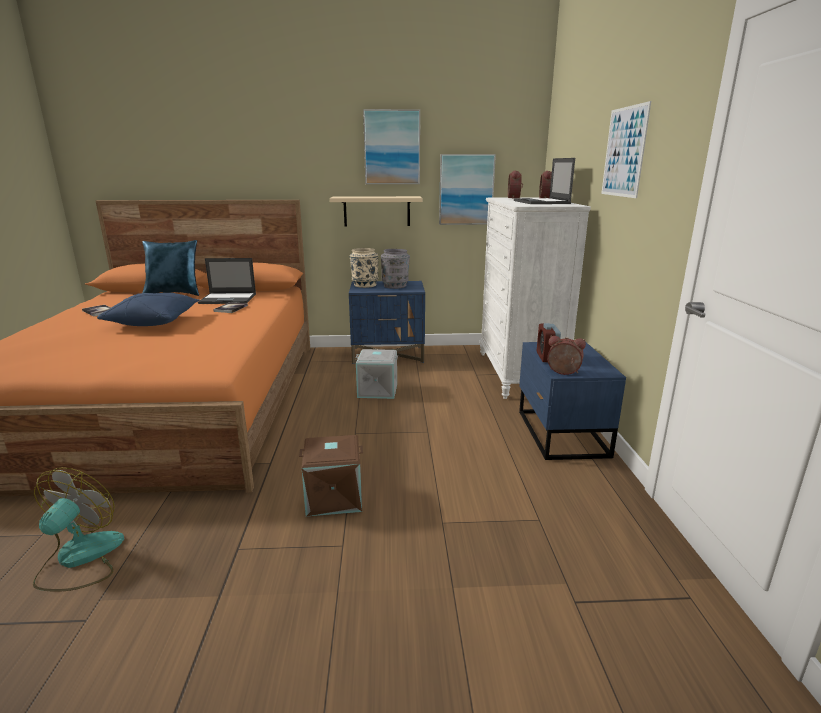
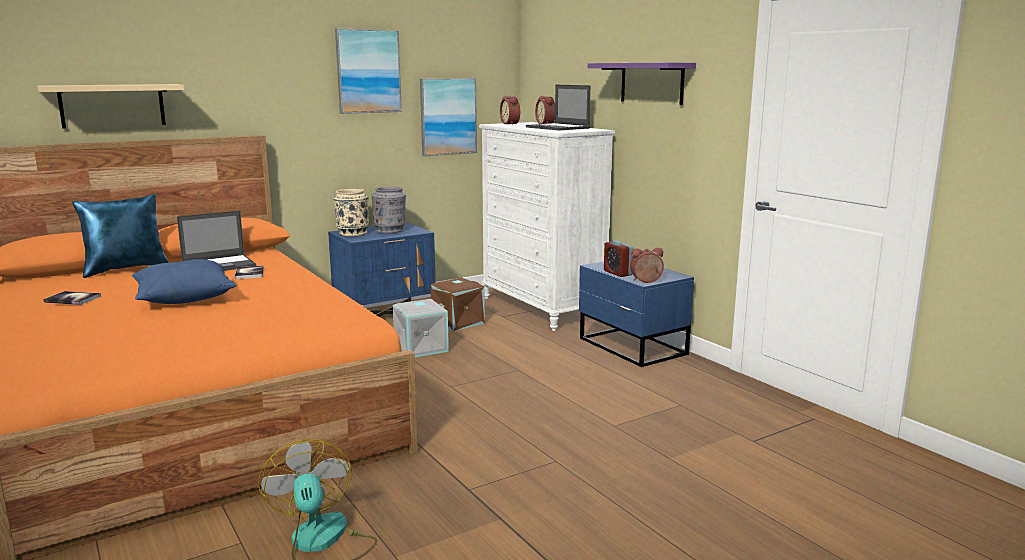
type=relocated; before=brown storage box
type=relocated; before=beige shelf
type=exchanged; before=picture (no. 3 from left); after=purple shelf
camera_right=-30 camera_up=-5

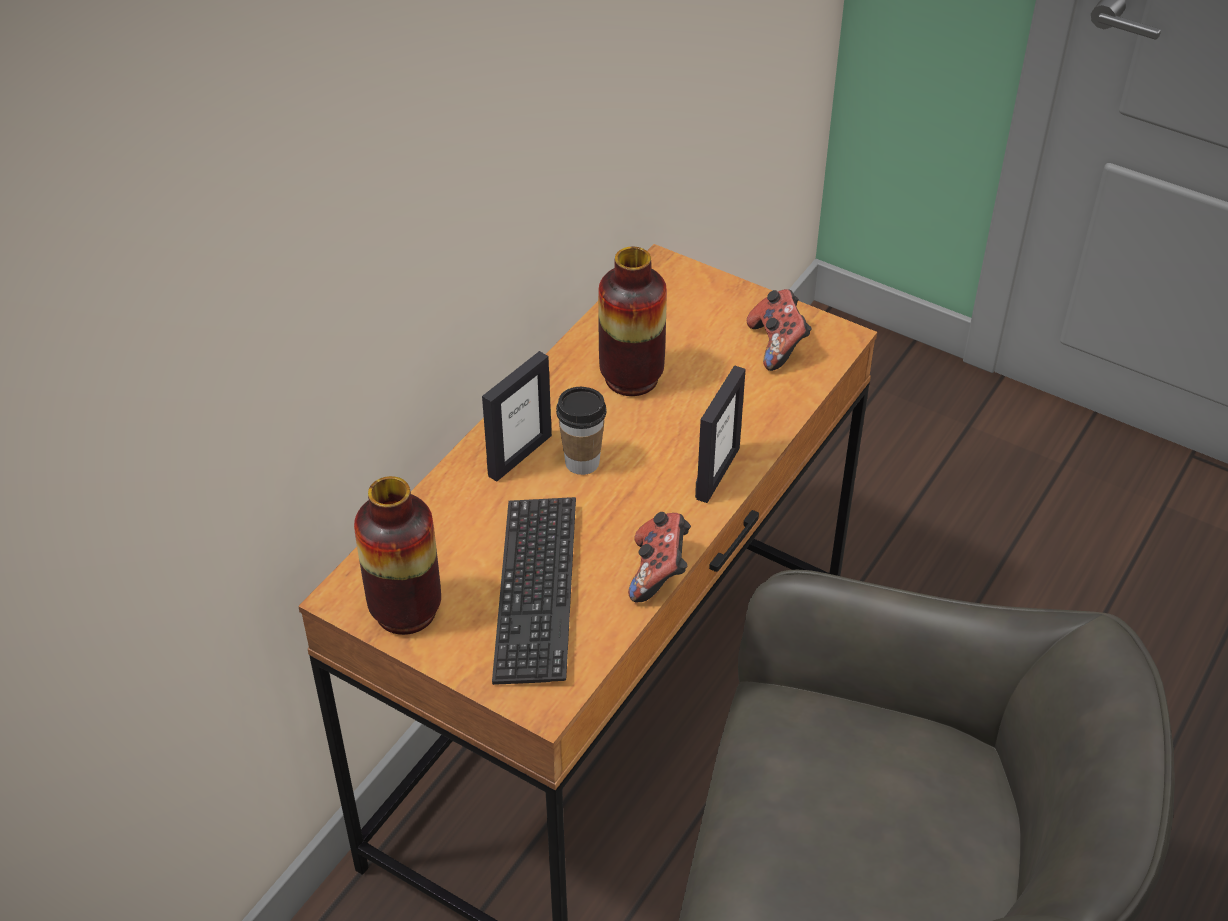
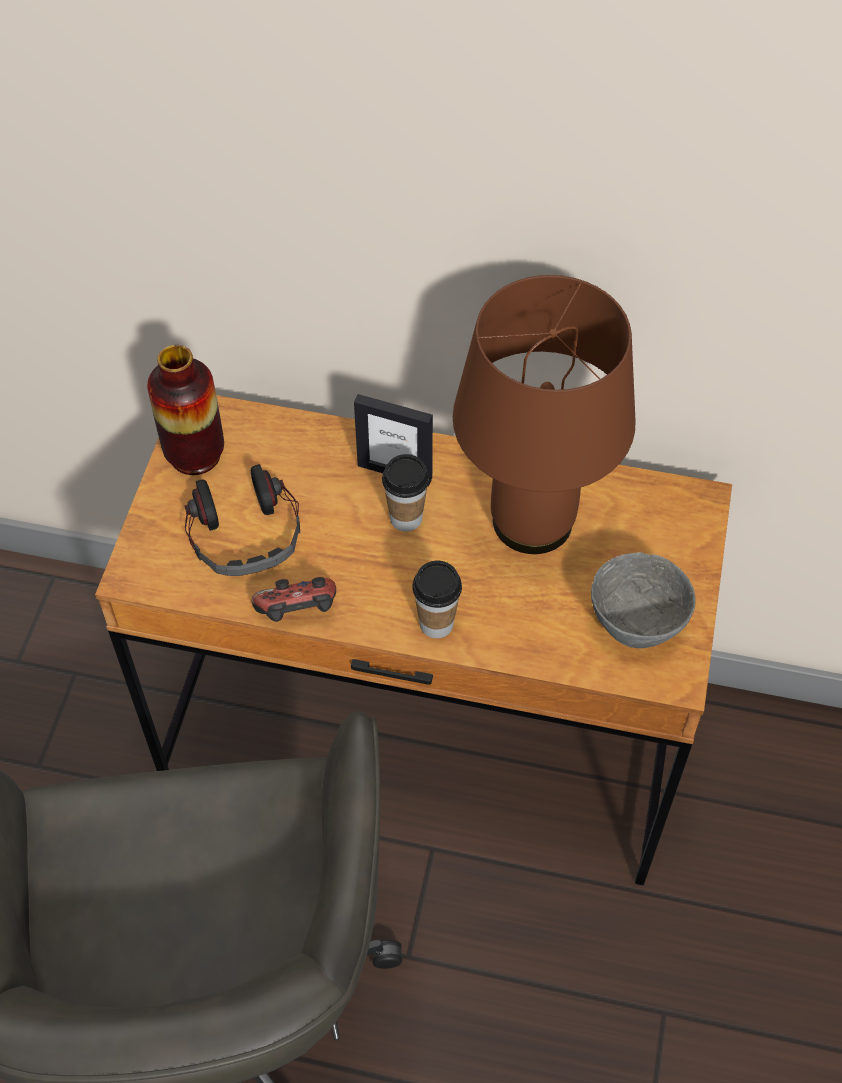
type=exchanged; before=keyboard; after=headphones
type=exchanged; before=vase (no. 2 from left); after=brown table lamp
type=exchanged; before=picture frame (no. 2 from left); after=cup (no. 2 from left)
type=exchanged; before=game controller (no. 2 from left); after=grey bowl
camera_right=70 camera_up=10

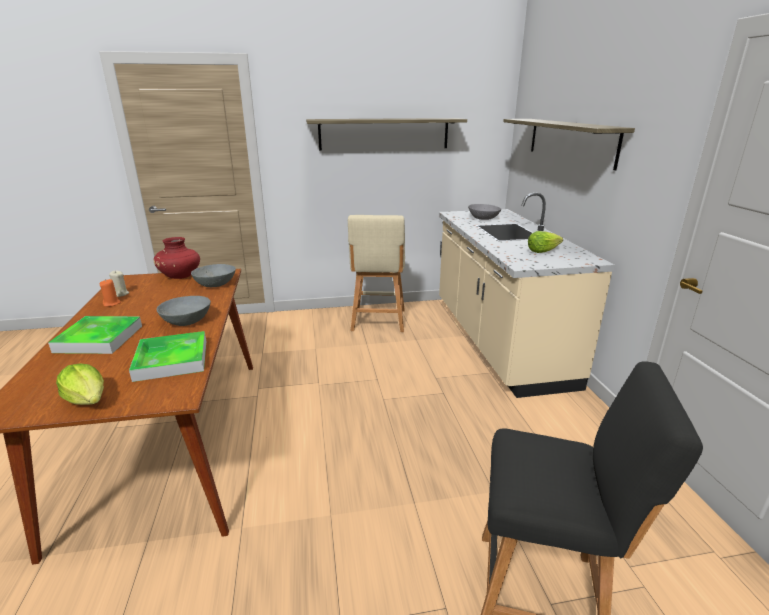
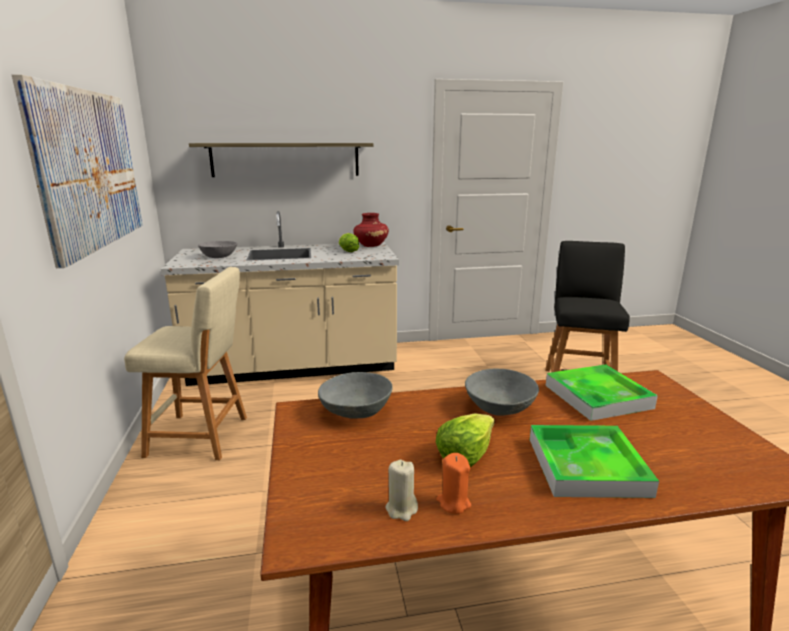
type=relocated; before=lettuce (no. 1 from left in the first image); after=lettuce (no. 2 from left)
type=relocated; before=red vase
type=exchanged; before=shelf (no. 1 from left); after=picture
camera_right=-90 camera_up=-5

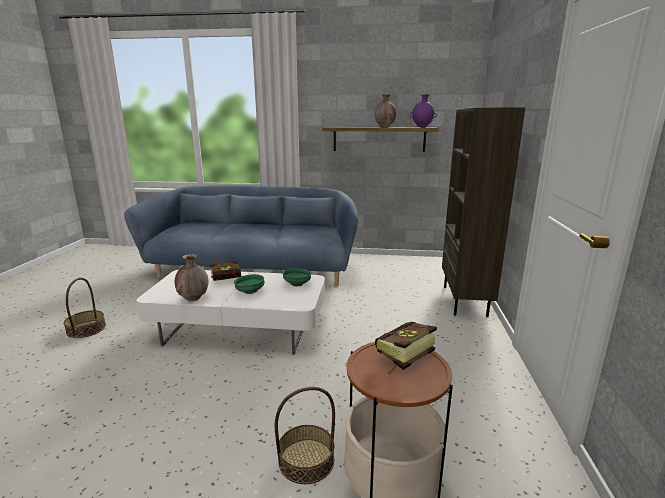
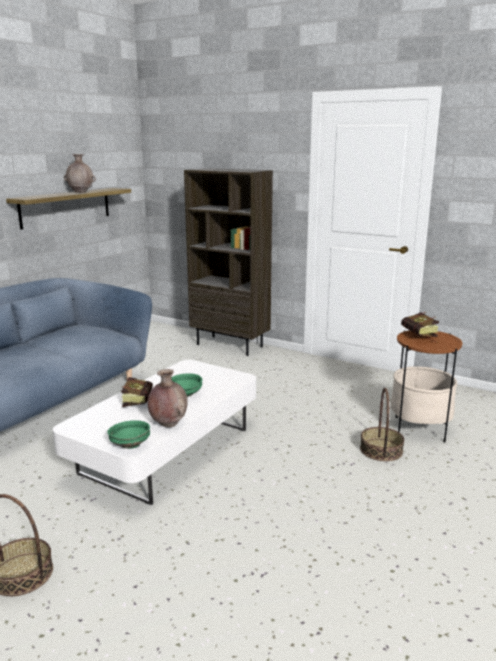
type=relocated; before=green bowl (no. 2 from left in the first image); after=green bowl (no. 1 from left)
type=missing; before=purple vase
camera_right=-65 camera_up=0

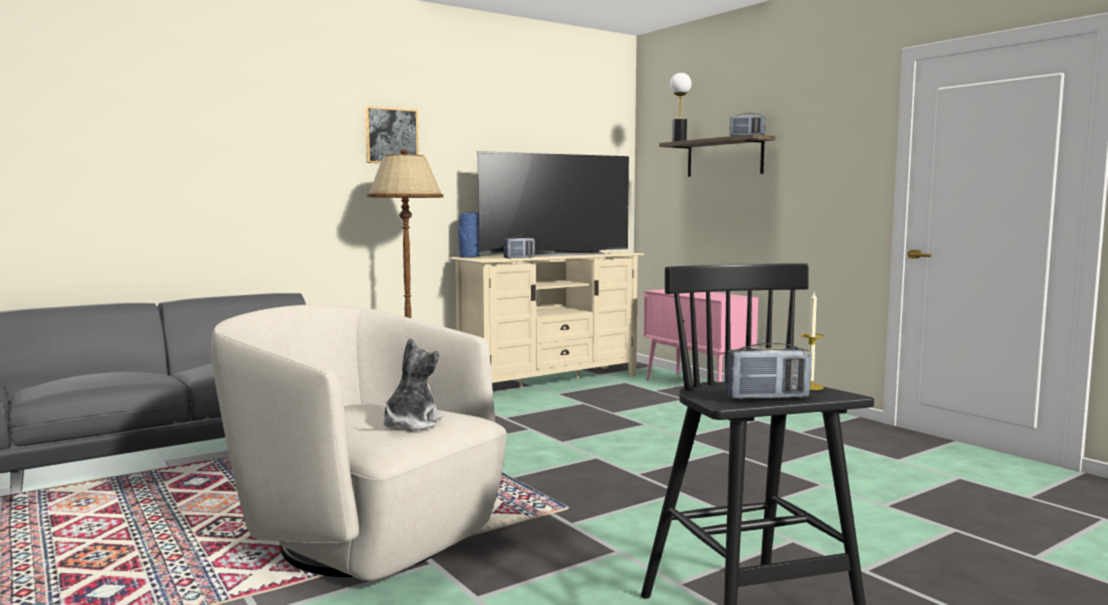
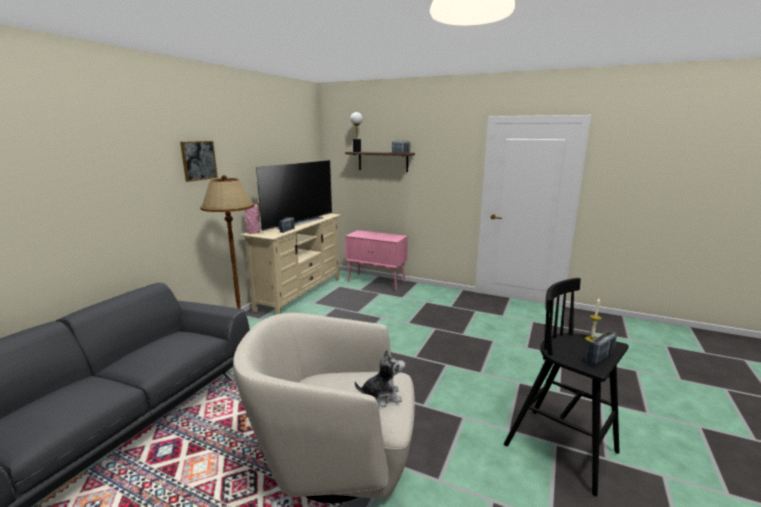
type=spun; before=plush toy; turn=90
type=colour; before=blue vase; after=pink vase
camera_right=-30 camera_up=10

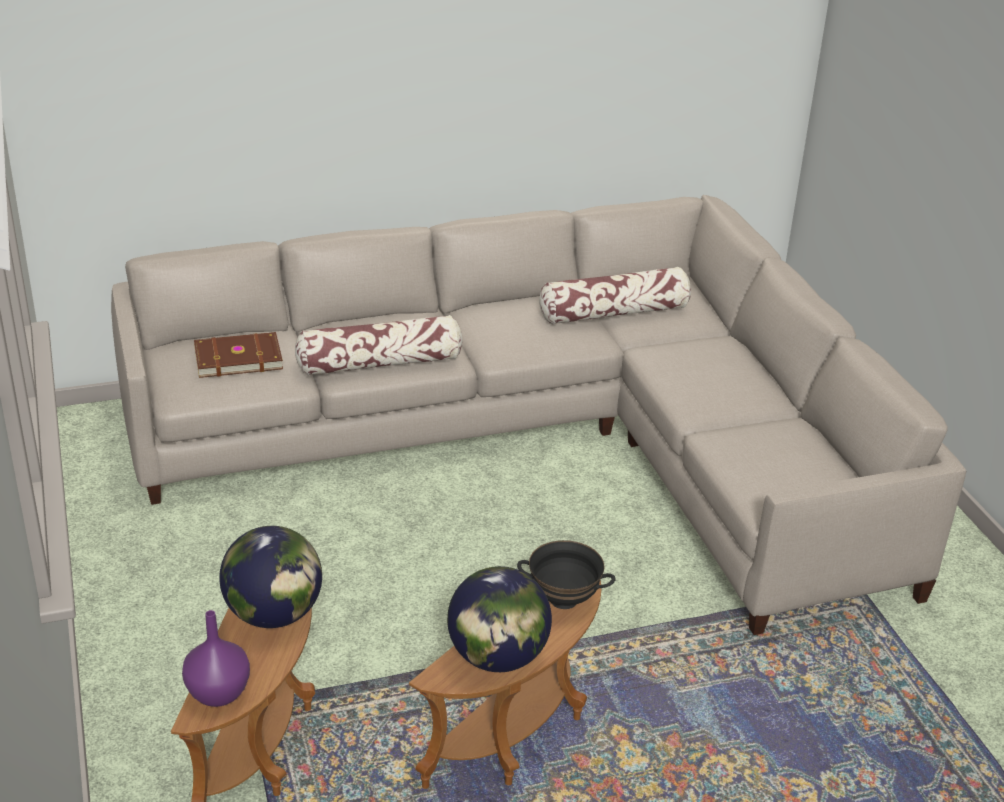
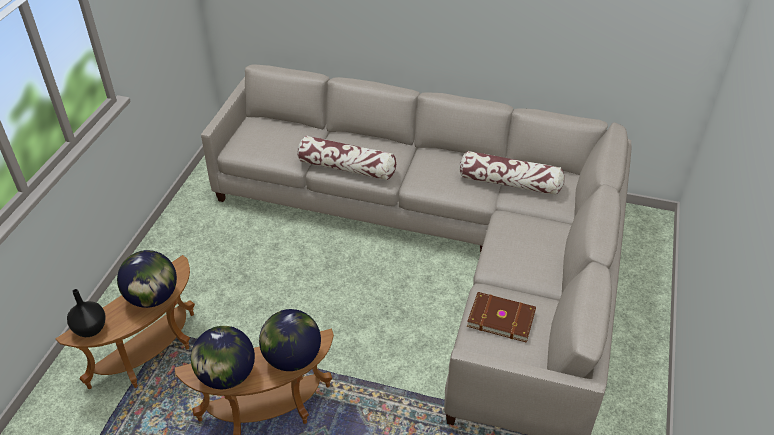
type=colour; before=purple vase; after=black vase
type=relocated; before=brown book
type=exchanged; before=black bowl; after=globe (no. 3 from left)
camera_right=35 camera_up=10

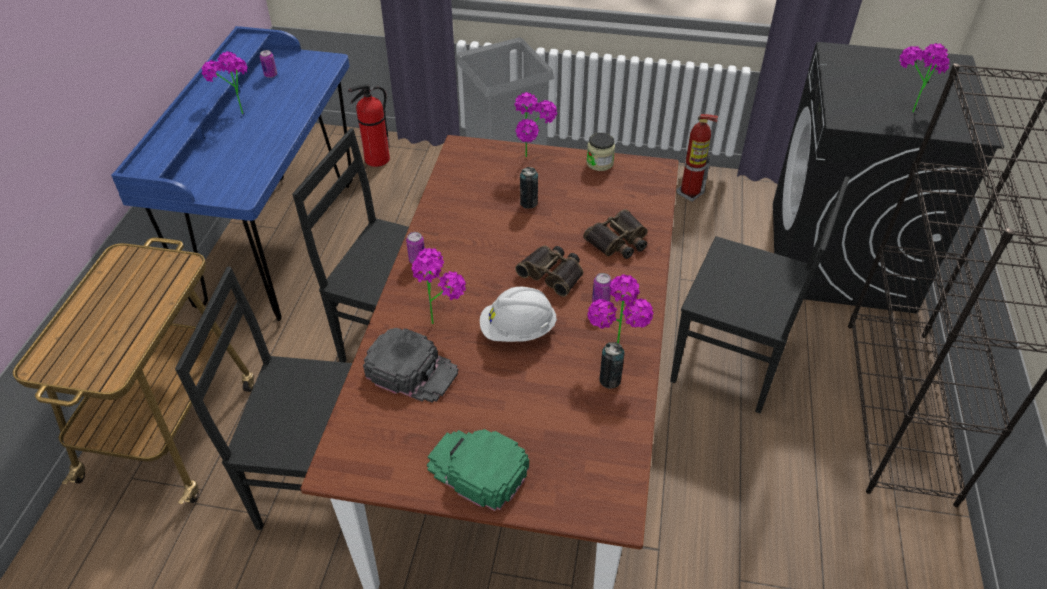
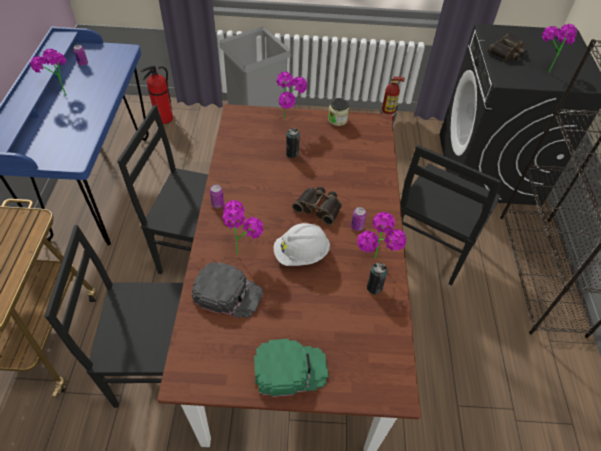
type=spun; before=green cap; turn=150
type=relocated; before=binoculars (no. 2 from left)
type=spun; before=black chair (no. 3 from left); turn=105
camera_right=-10 camera_up=5

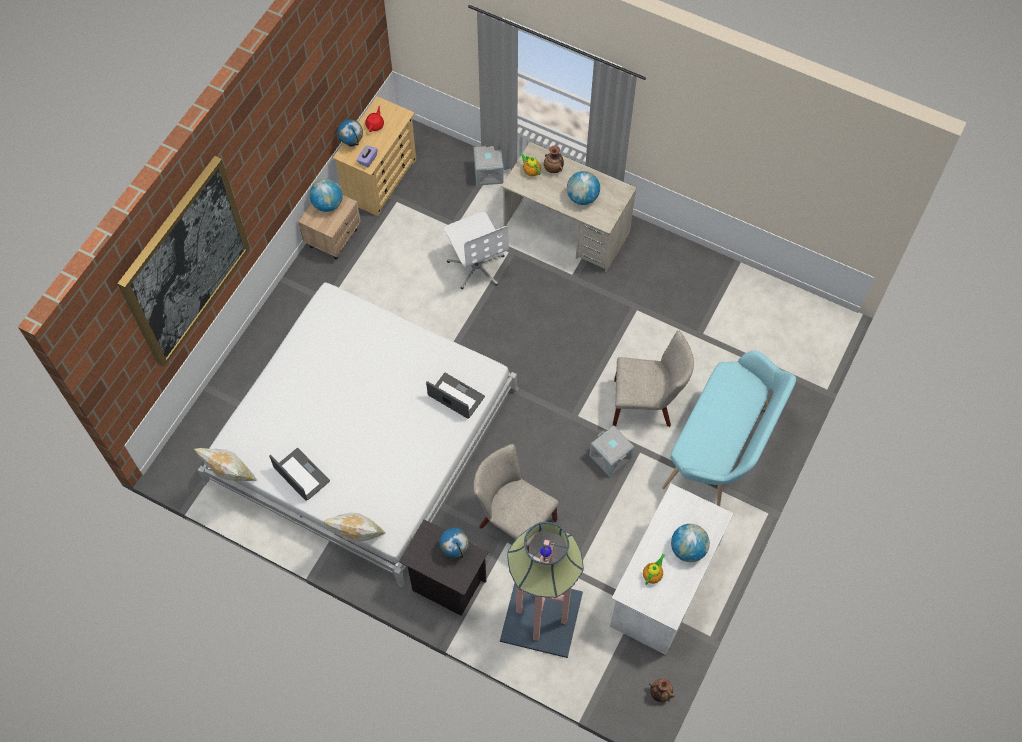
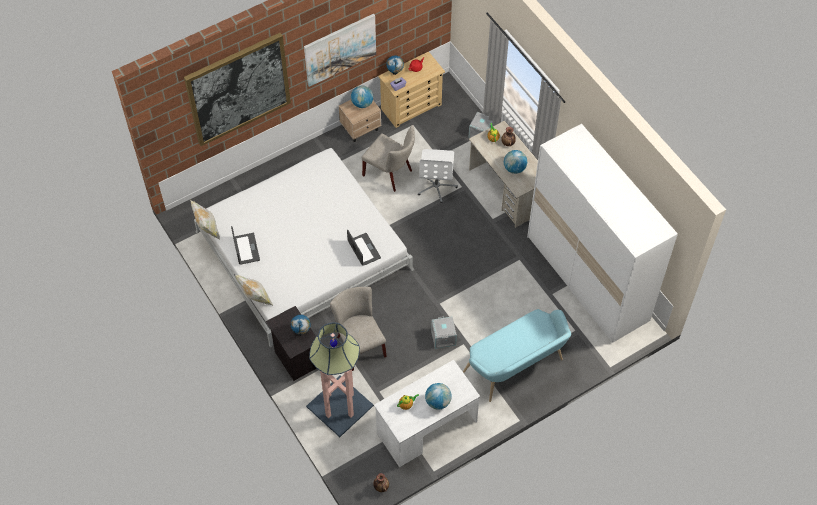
type=relocated; before=beige chair (no. 2 from left)
type=appeared; after=picture (no. 2 from left)
type=appeared; after=white wardrobe
camera_right=30 camera_up=-5

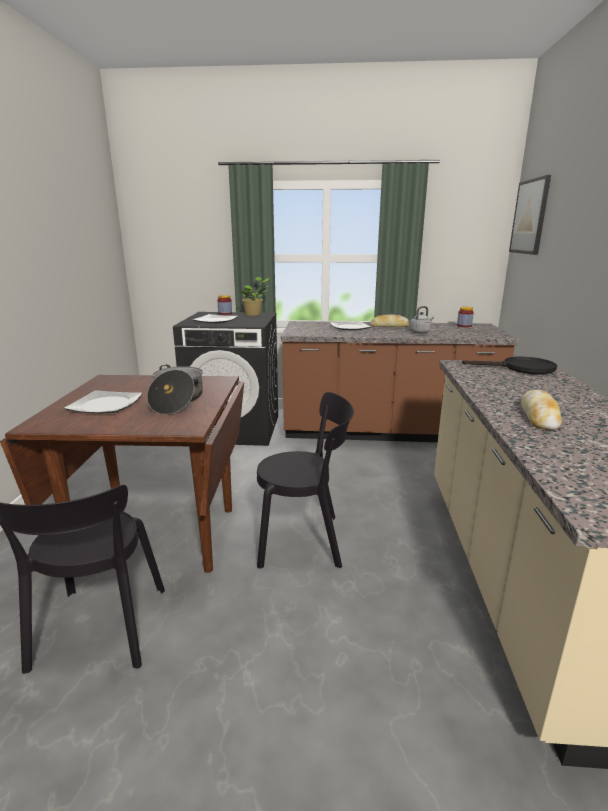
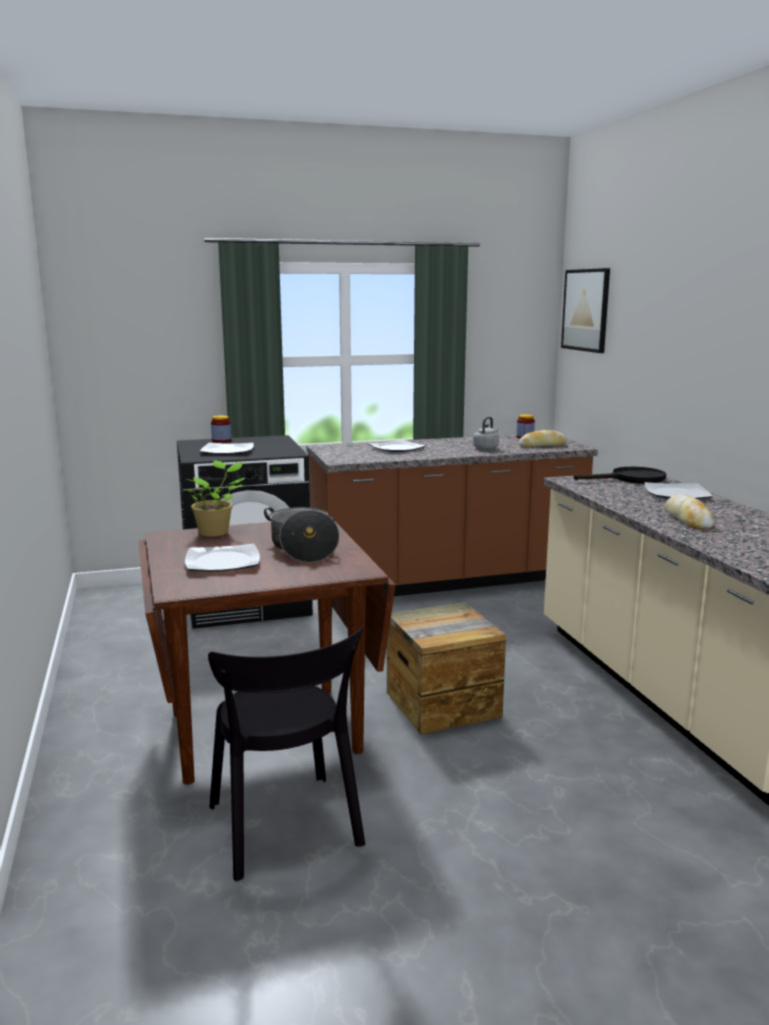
type=relocated; before=potted plant
type=exchanged; before=black chair (no. 2 from left); after=crate
type=relocated; before=bread (no. 1 from left)
type=appeared; after=plate (no. 4 from left)
camera_right=-20 camera_up=-5

